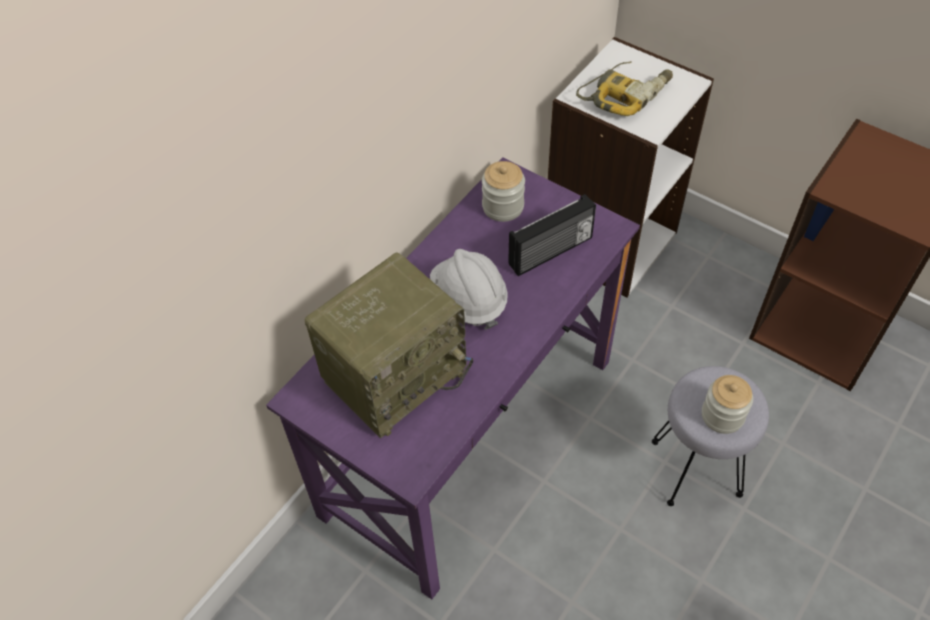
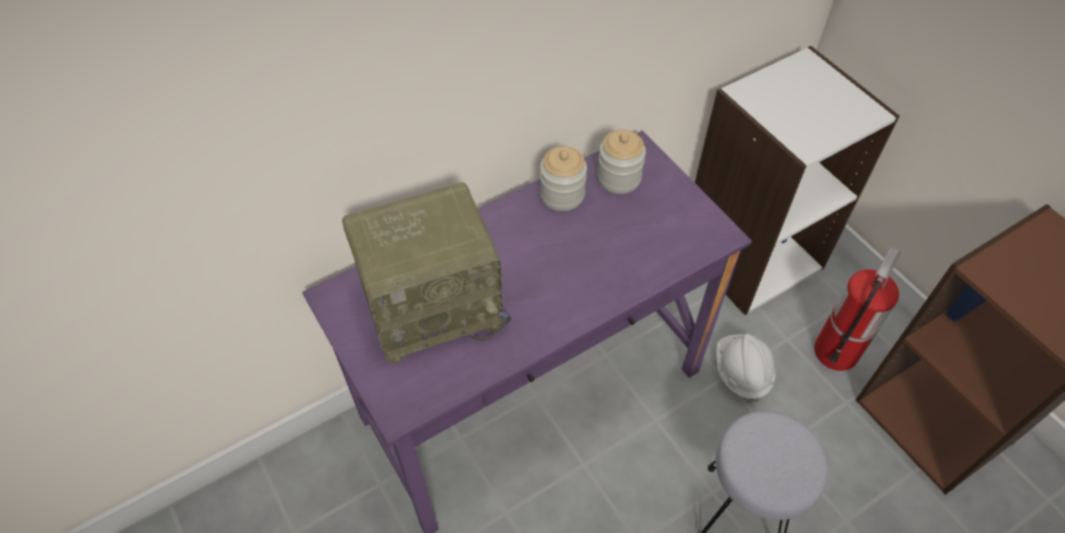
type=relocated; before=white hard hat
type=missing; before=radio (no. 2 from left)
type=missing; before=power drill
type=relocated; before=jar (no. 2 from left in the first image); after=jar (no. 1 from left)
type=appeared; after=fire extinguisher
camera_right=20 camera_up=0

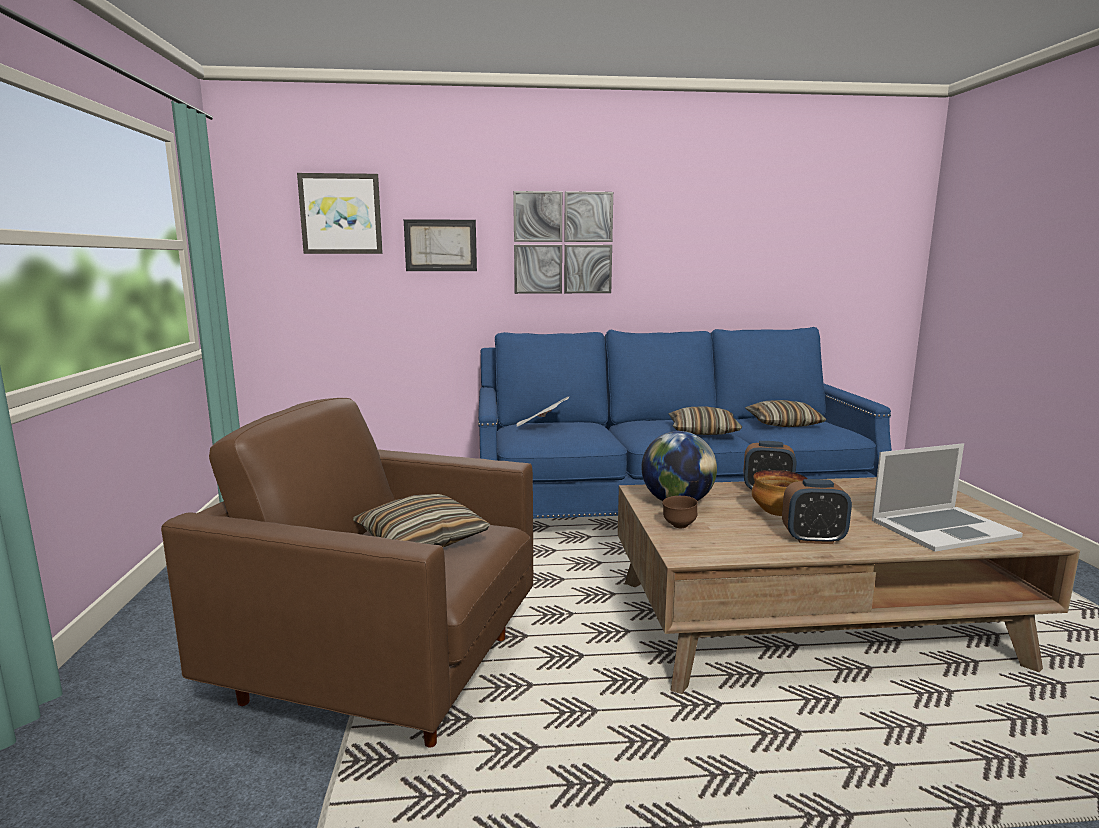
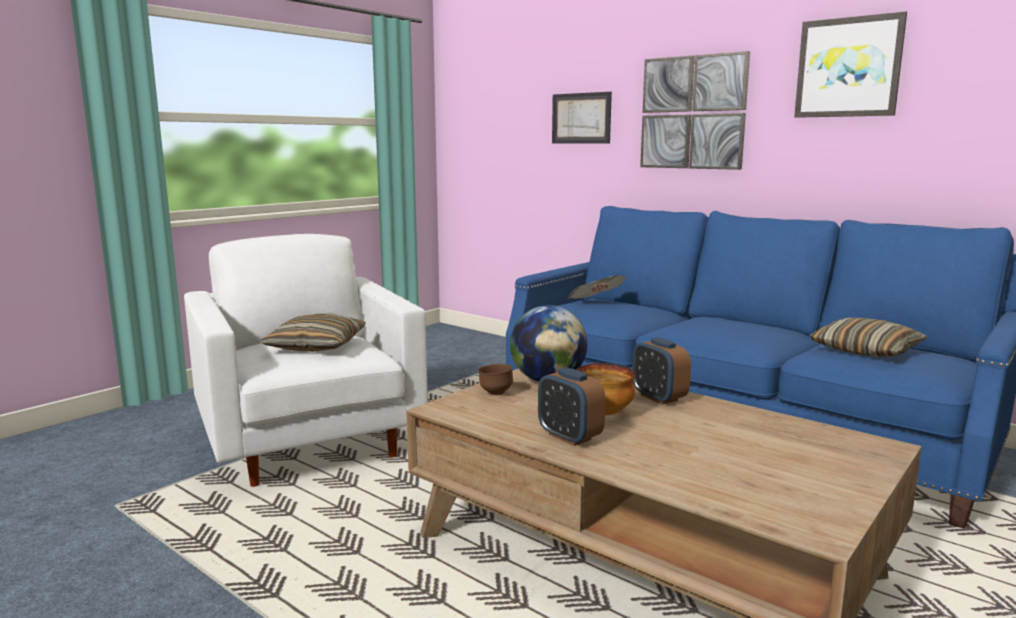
type=colour; before=brown armchair; after=white armchair
type=relocated; before=picture (no. 1 from left in the first image); after=picture (no. 3 from left)
type=missing; before=pillow (no. 2 from left)
type=missing; before=laptop
camera_right=45 camera_up=0

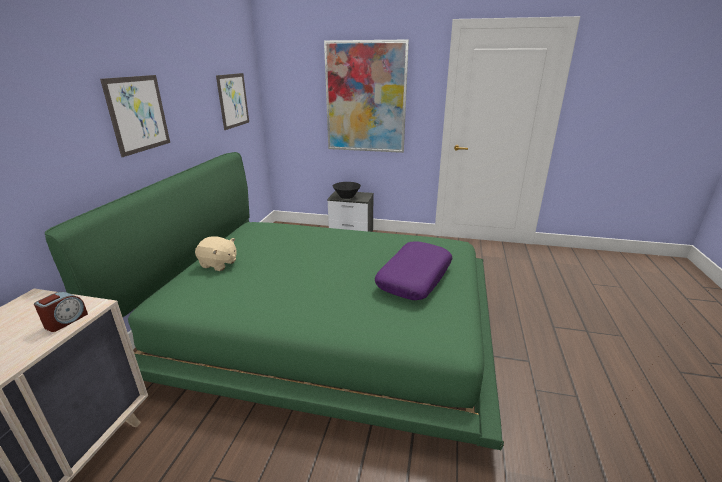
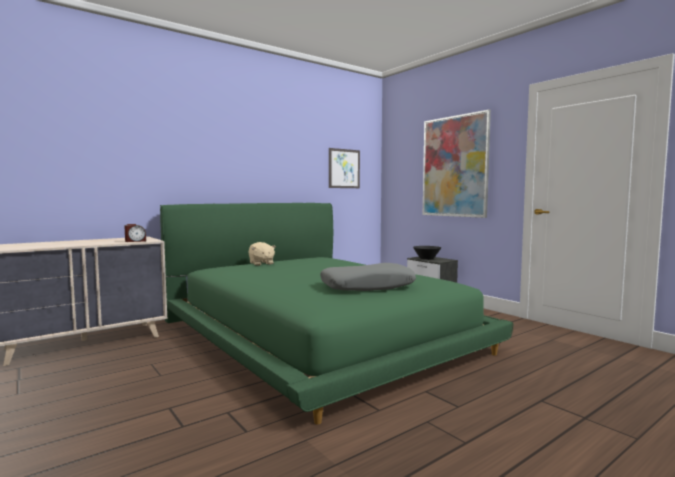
type=missing; before=picture (no. 1 from left)
type=colour; before=purple pillow; after=grey pillow
camera_right=40 camera_up=-20

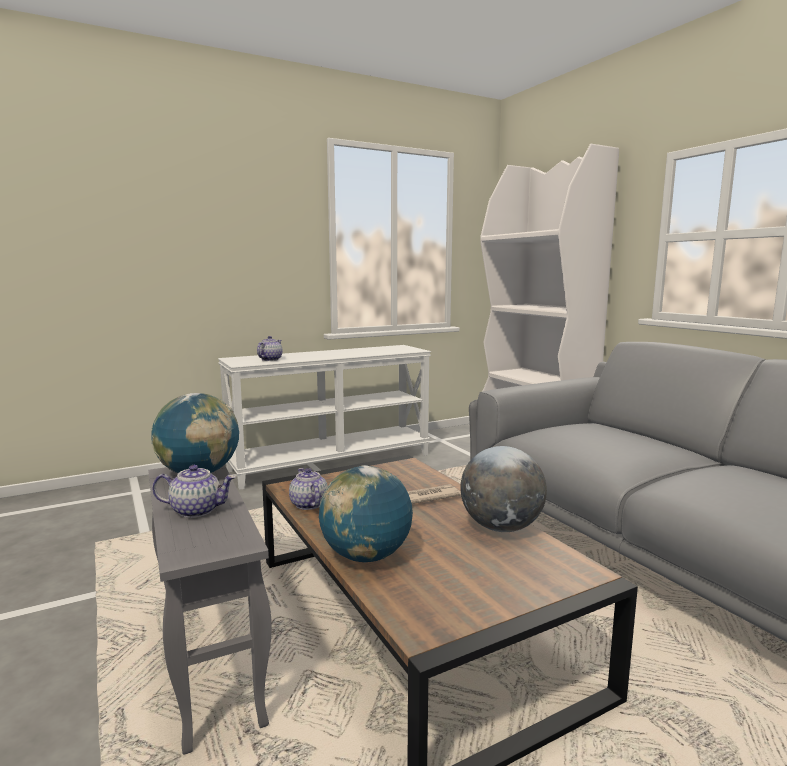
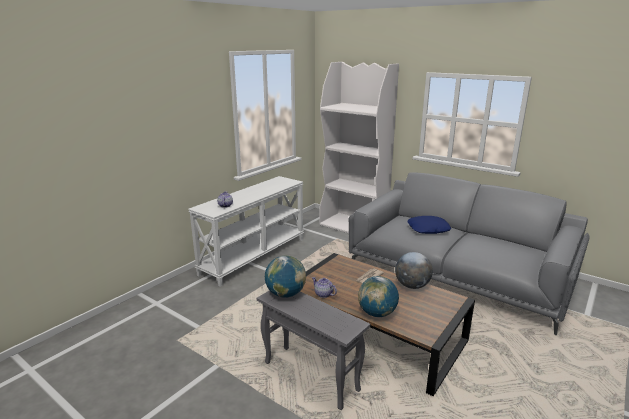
type=missing; before=teapot (no. 1 from left)
type=appeared; after=blue pillow
camera_right=-25 camera_up=10

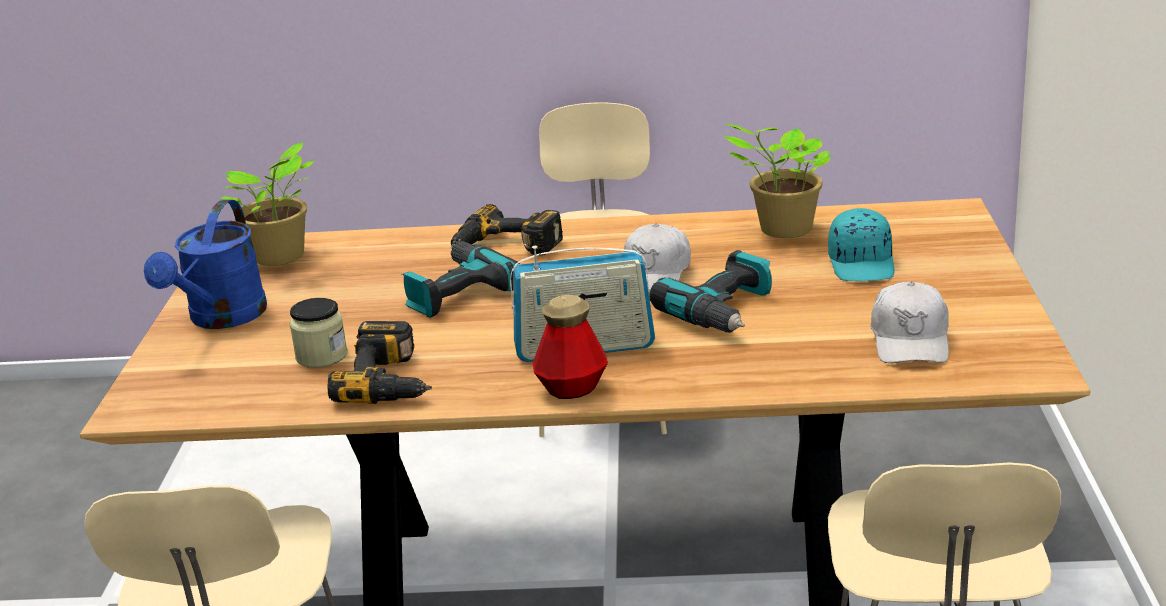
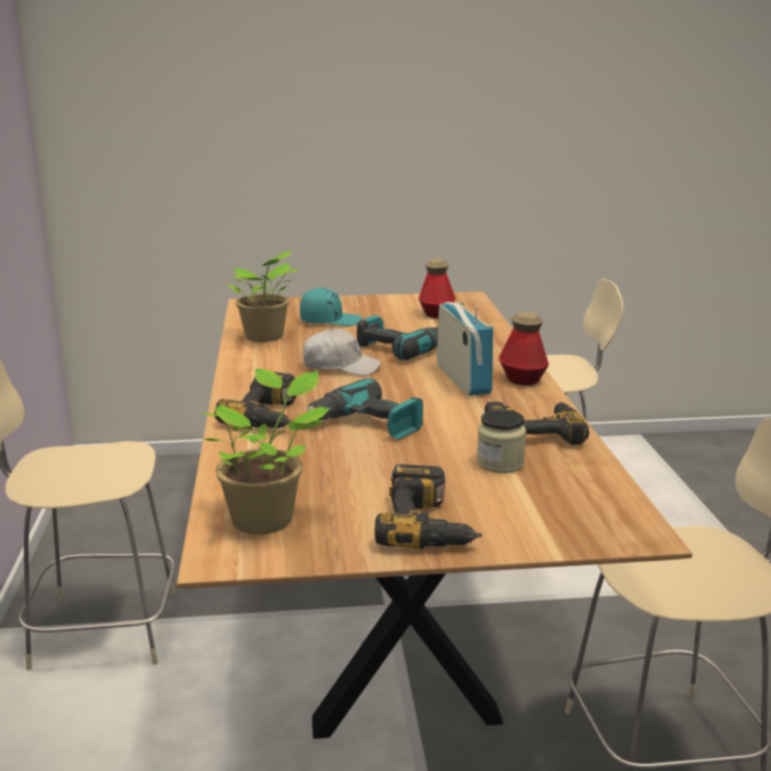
type=exchanged; before=blue watering can; after=power drill (no. 4 from left)
type=exchanged; before=white cap (no. 2 from left); after=bottle (no. 1 from left)
camera_right=-100 camera_up=-5

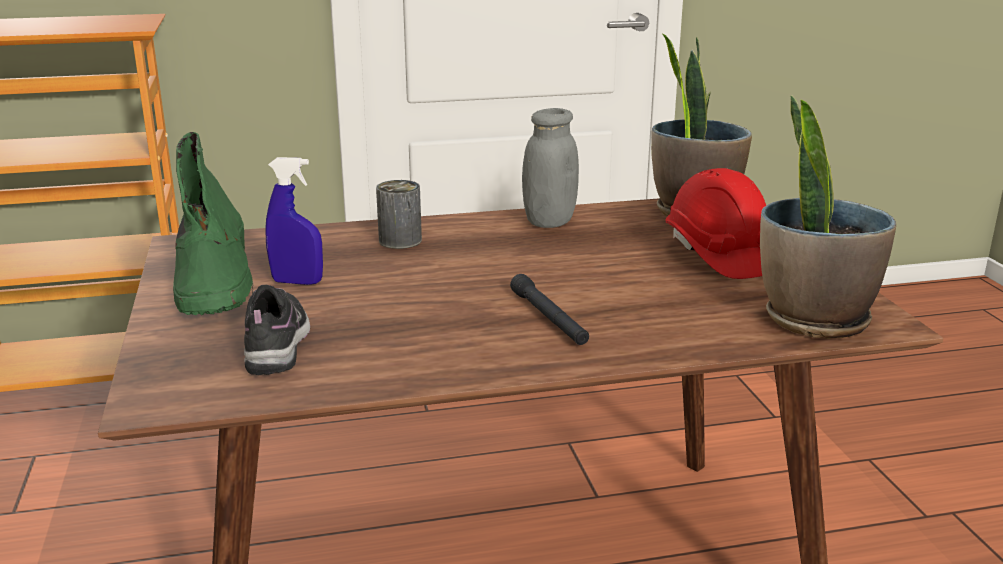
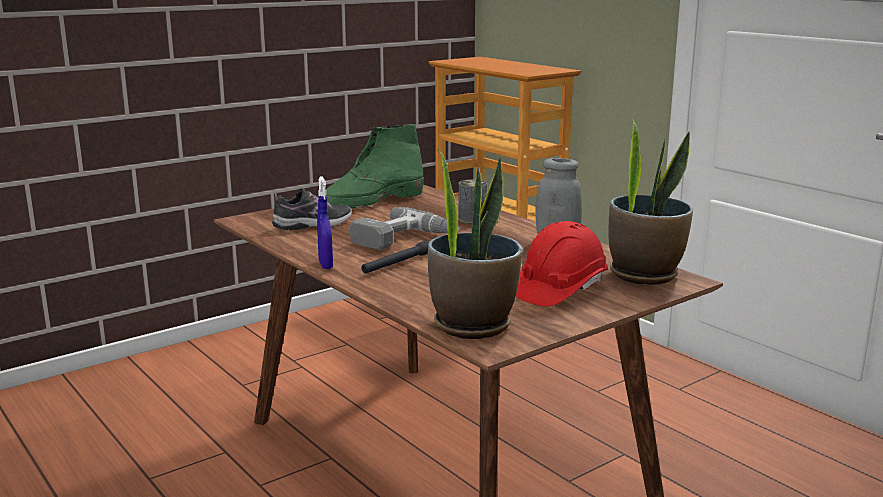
type=relocated; before=blue spray bottle
type=appeared; after=power drill
camera_right=65 camera_up=-5

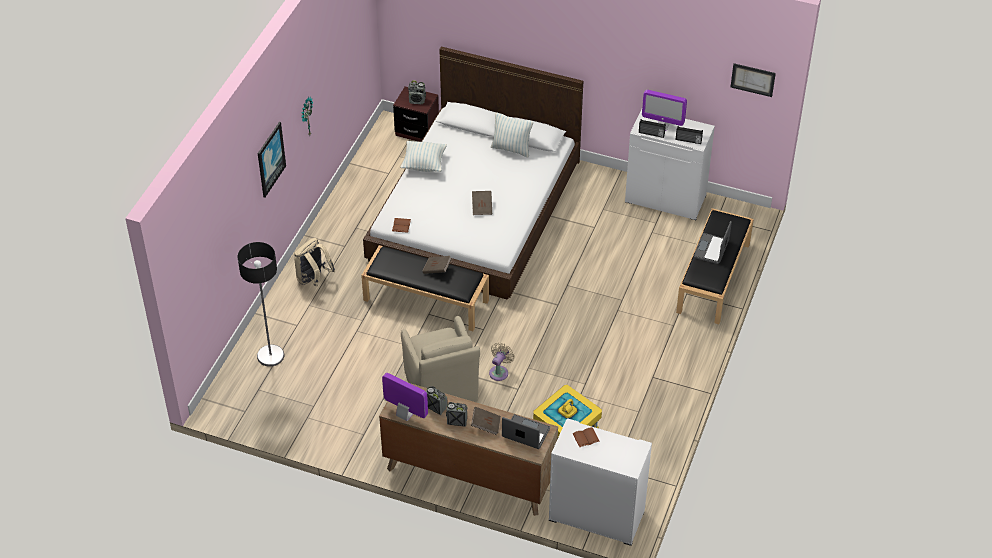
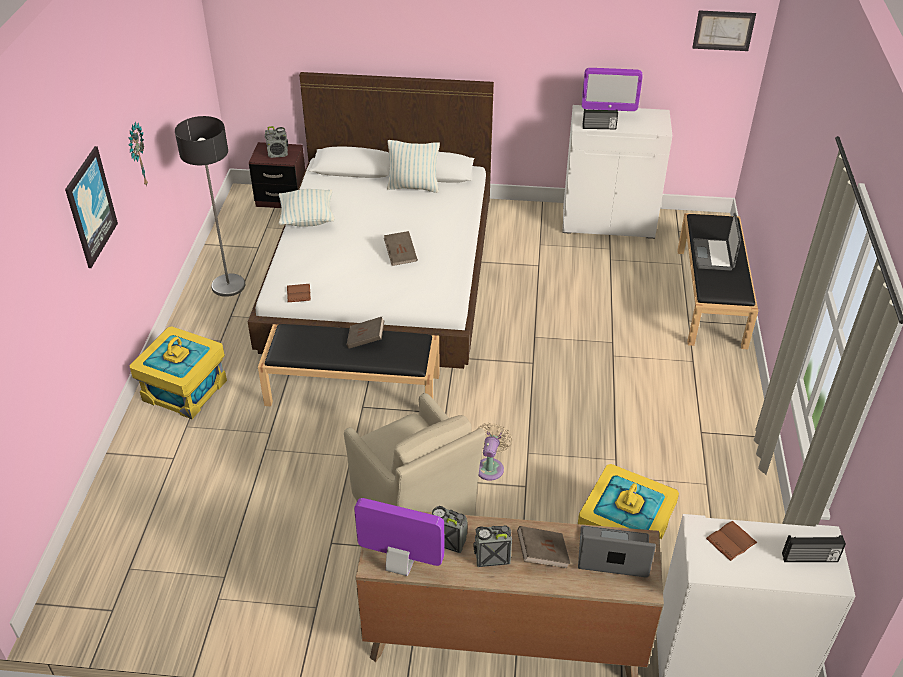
type=relocated; before=floor lamp
type=exchanged; before=beige backpack; after=yellow storage box (no. 1 from left)
type=relocated; before=radio (no. 5 from left)
camera_right=-15 camera_up=-5

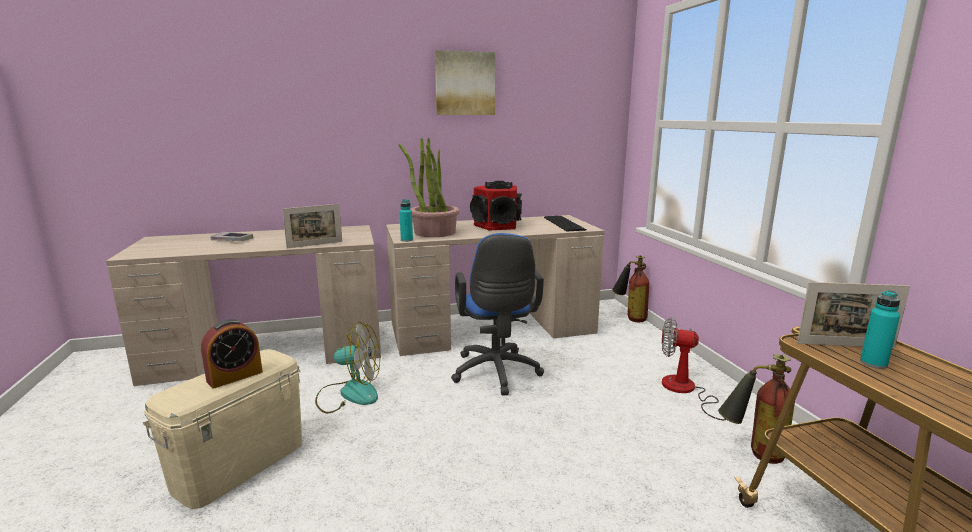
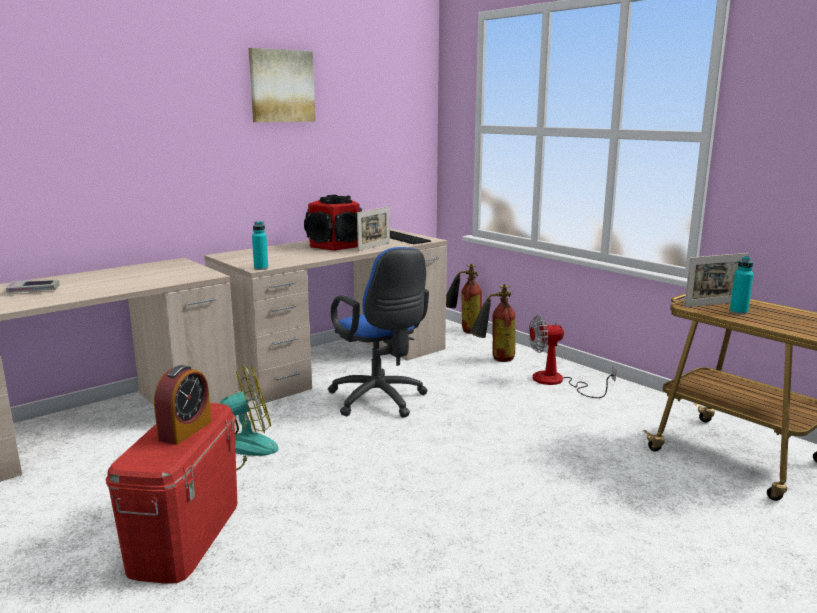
type=colour; before=beige storage box; after=red storage box
type=relocated; before=picture frame (no. 1 from left)
type=missing; before=potted plant
type=relocated; before=fire extinguisher (no. 2 from left)
camera_right=-25 camera_up=0

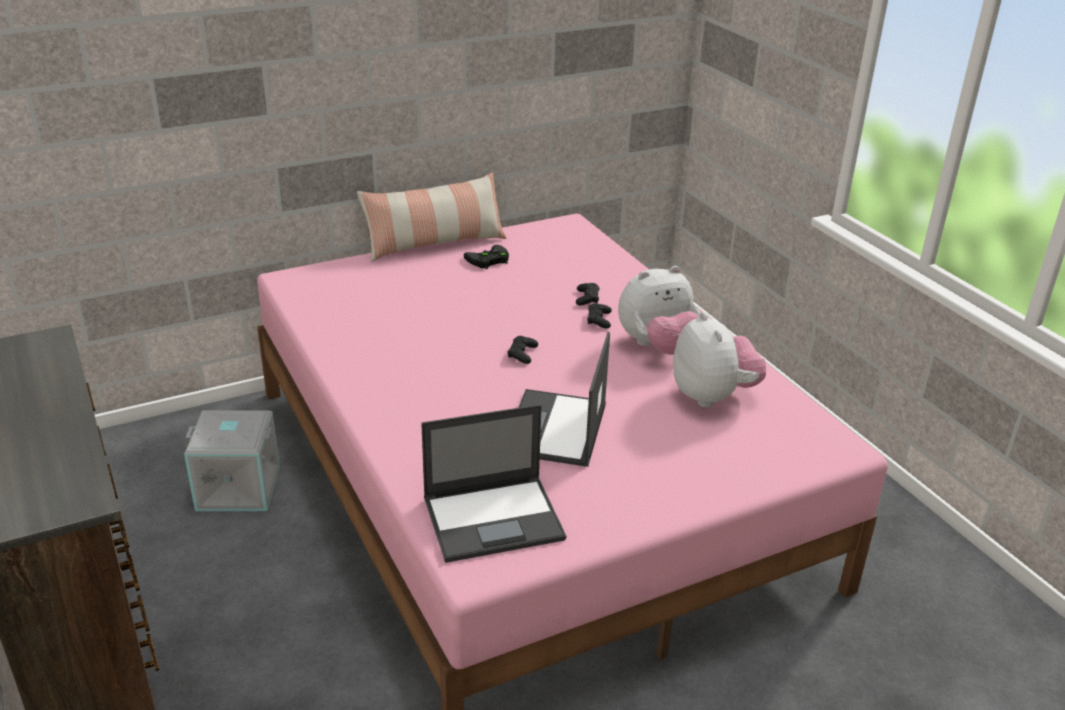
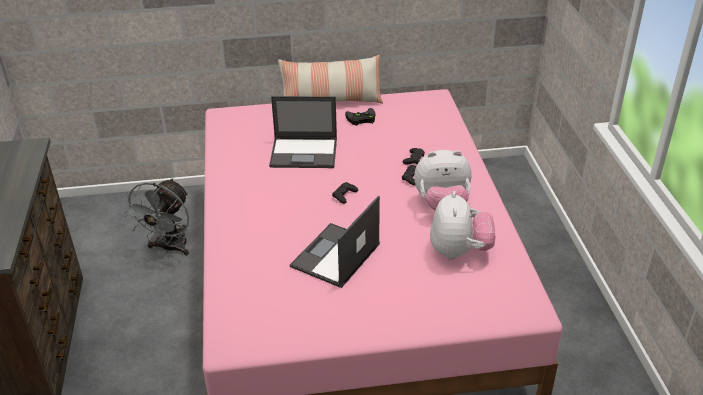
type=exchanged; before=grey storage box; after=grey fan
type=relocated; before=laptop (no. 1 from left)
camera_right=20 camera_up=5

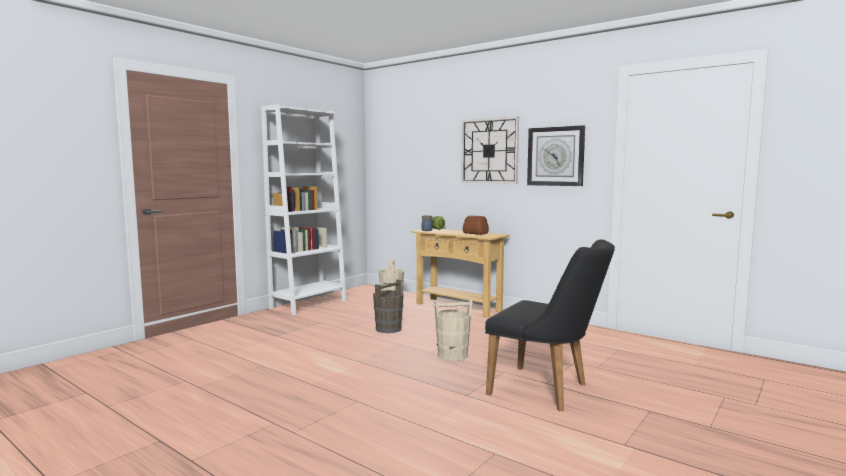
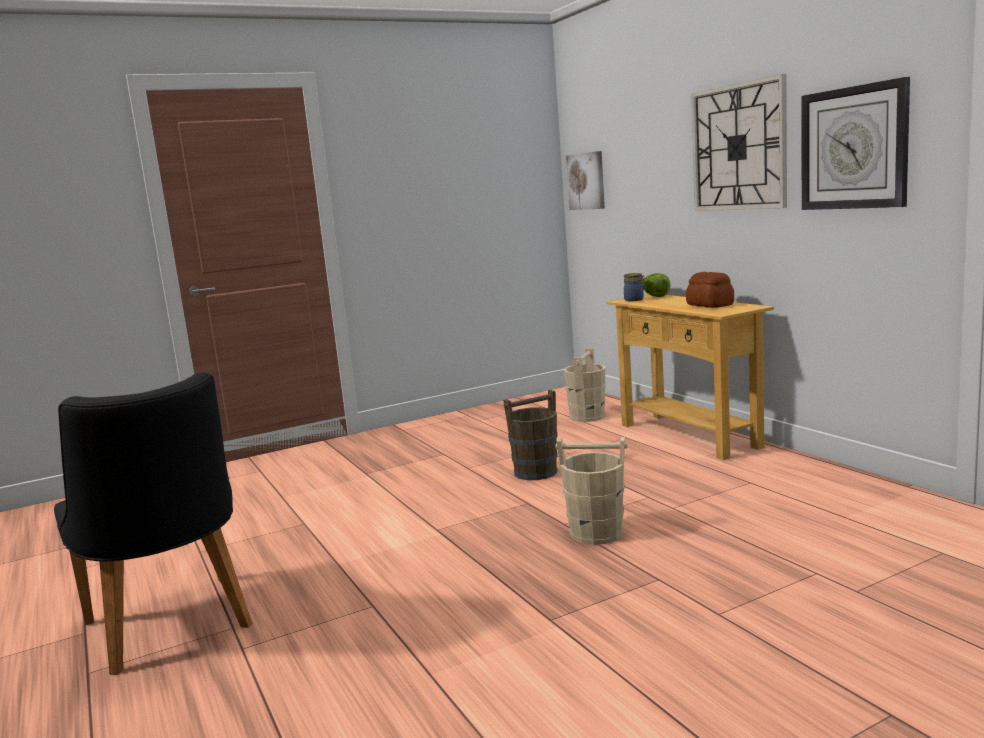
type=missing; before=white bookcase
type=relocated; before=black chair
type=appeared; after=picture
camera_right=25 camera_up=5

